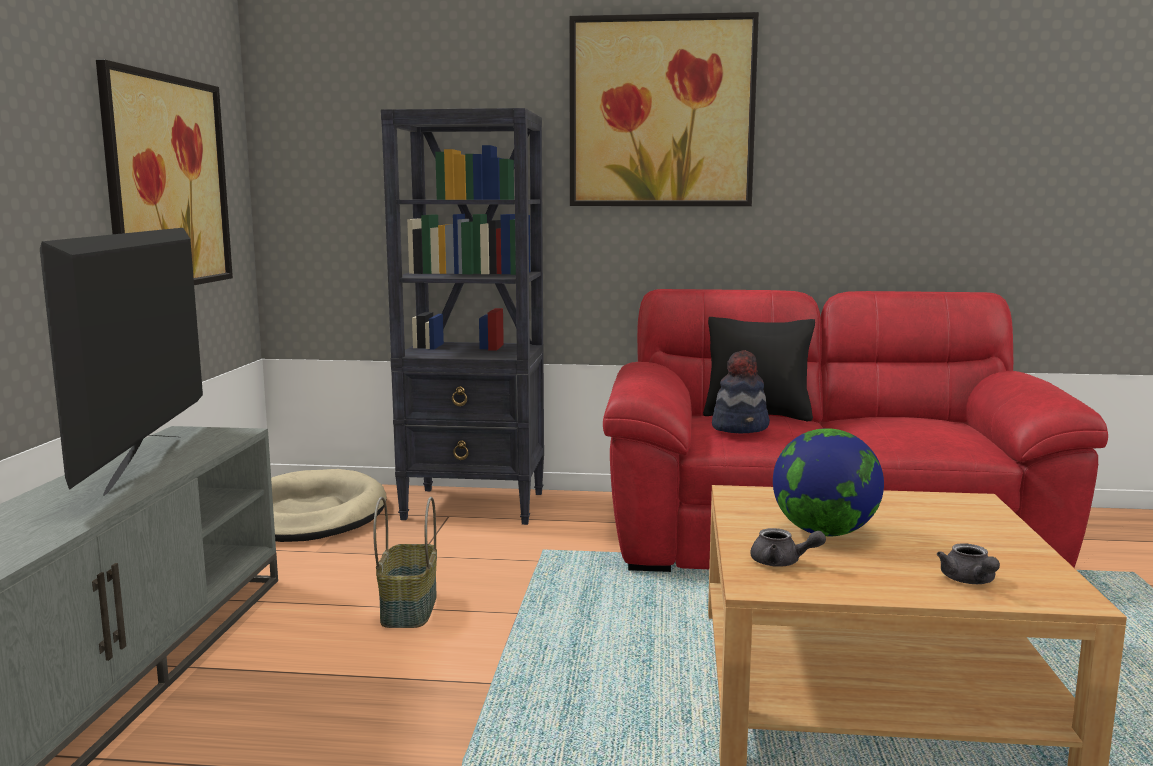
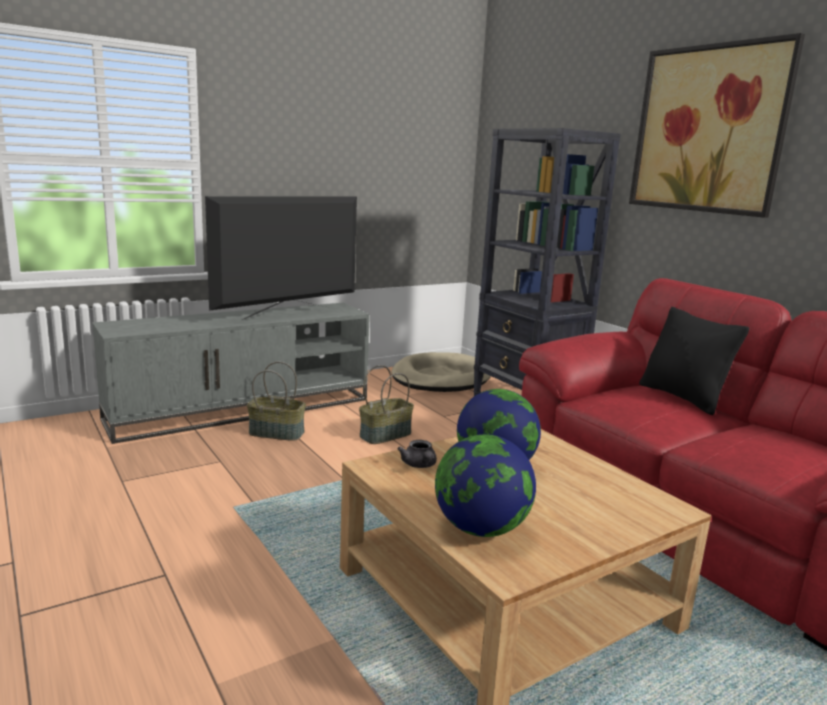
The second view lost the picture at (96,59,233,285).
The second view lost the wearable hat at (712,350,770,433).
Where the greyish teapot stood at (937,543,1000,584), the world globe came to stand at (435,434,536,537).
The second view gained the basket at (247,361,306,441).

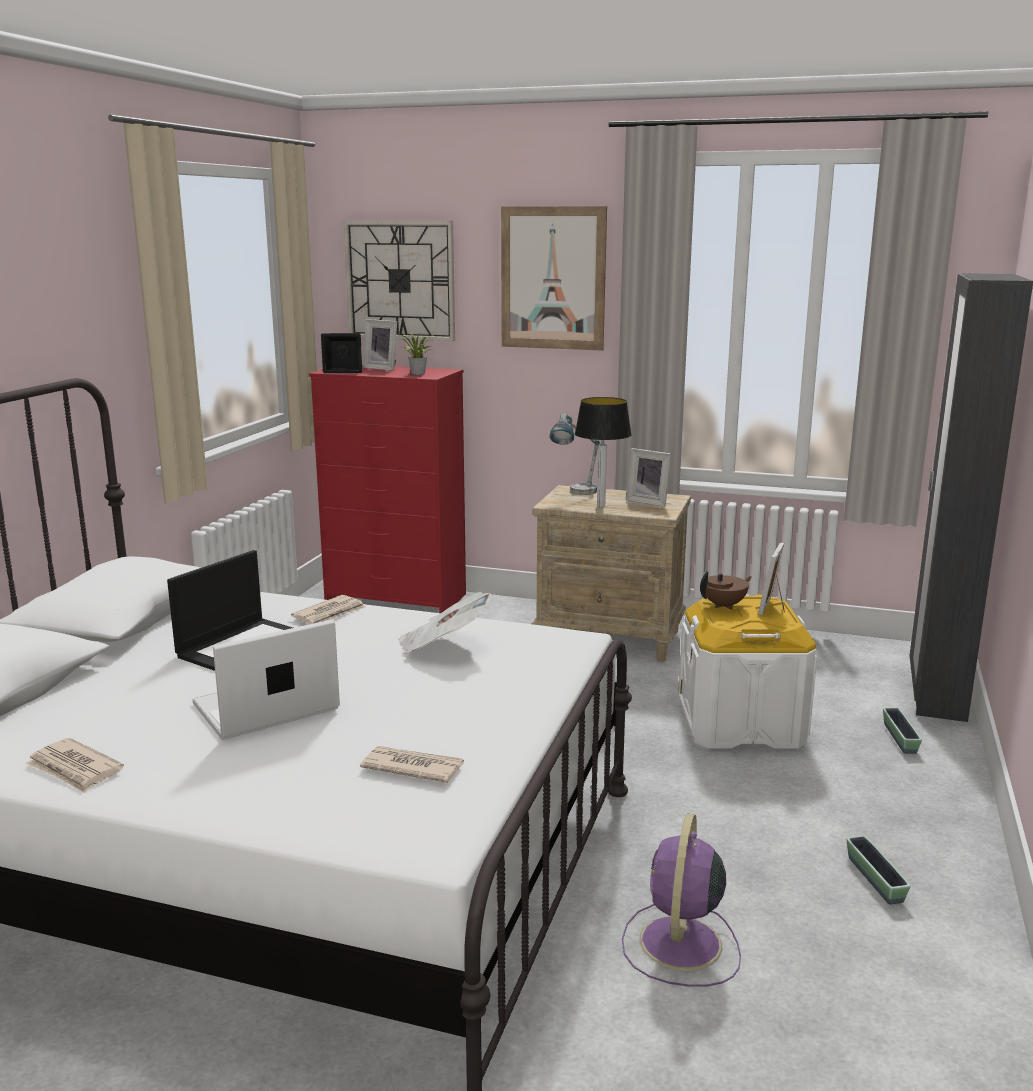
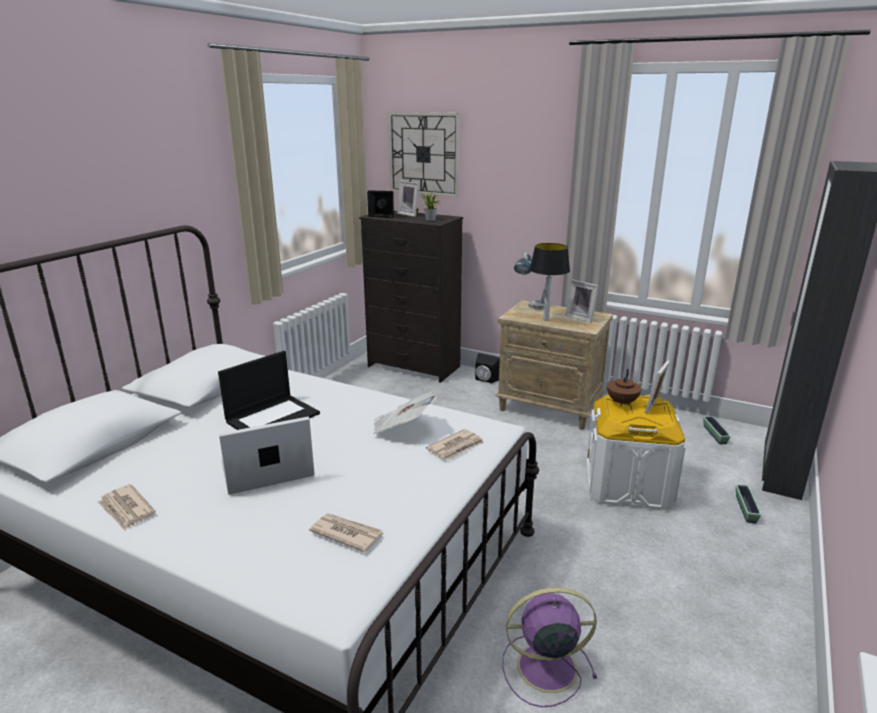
The second view lost the picture at (501,206,607,351).
What was the red-coloured drawer chest at (309,365,466,613) turned into the blackish drawer chest at (359,211,463,383).
The brown teapot at (700,571,752,610) ended up facing another way, 135 degrees clockwise from before.
The newspaper ended up elsewhere, having gone from (291,595,365,624) to (426,429,484,460).
The purplish fan at (622,813,741,987) ended up facing another way, 60 degrees clockwise from before.
The flower pot ended up elsewhere, having gone from (847,836,911,905) to (703,416,731,444).
The second view gained the blackish audio speaker at (475,353,500,384).

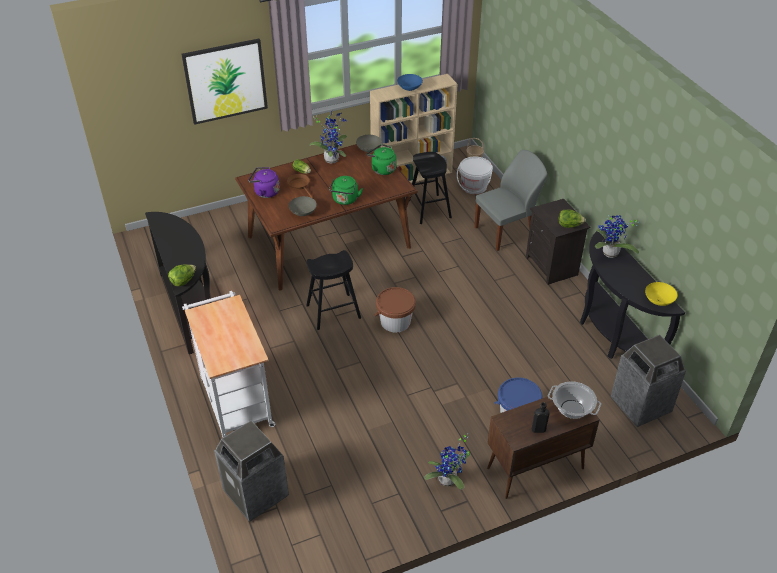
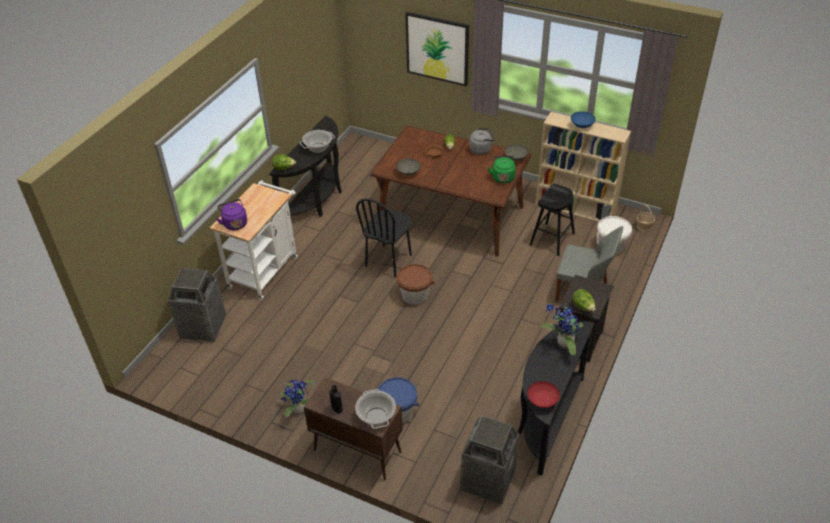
Where the houseplant stood at (309,112,347,163), the greyish kettle came to stand at (470,128,495,155).
The purplish kettle ended up elsewhere, having gone from (248,167,280,198) to (216,199,247,230).
The second view lost the green kettle at (329,176,363,205).
Where the blackish stool stood at (306,250,361,330), the blackish plain chair came to stand at (356,198,412,277).
What was the yellow serving bowl at (645,282,677,306) turned into the red-coloured serving bowl at (527,381,560,408).
The second view gained the cooking pot at (300,130,335,153).

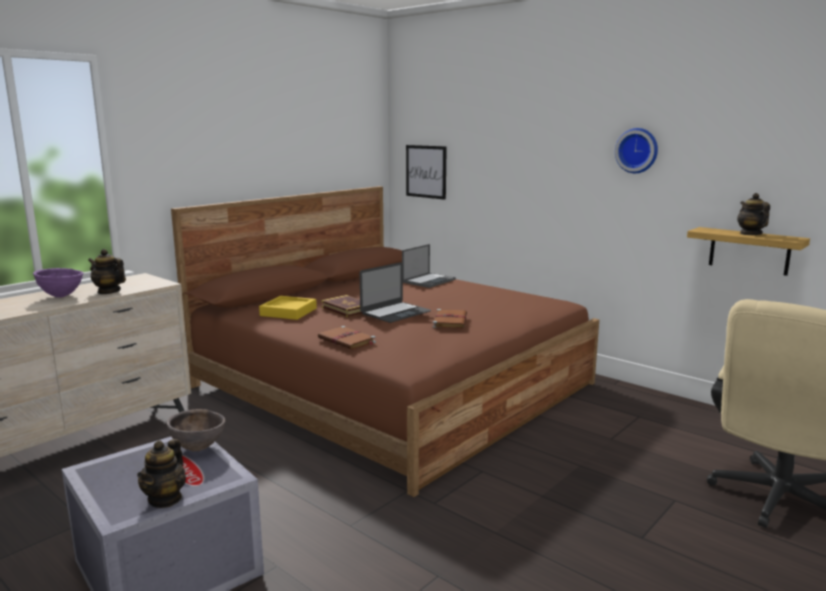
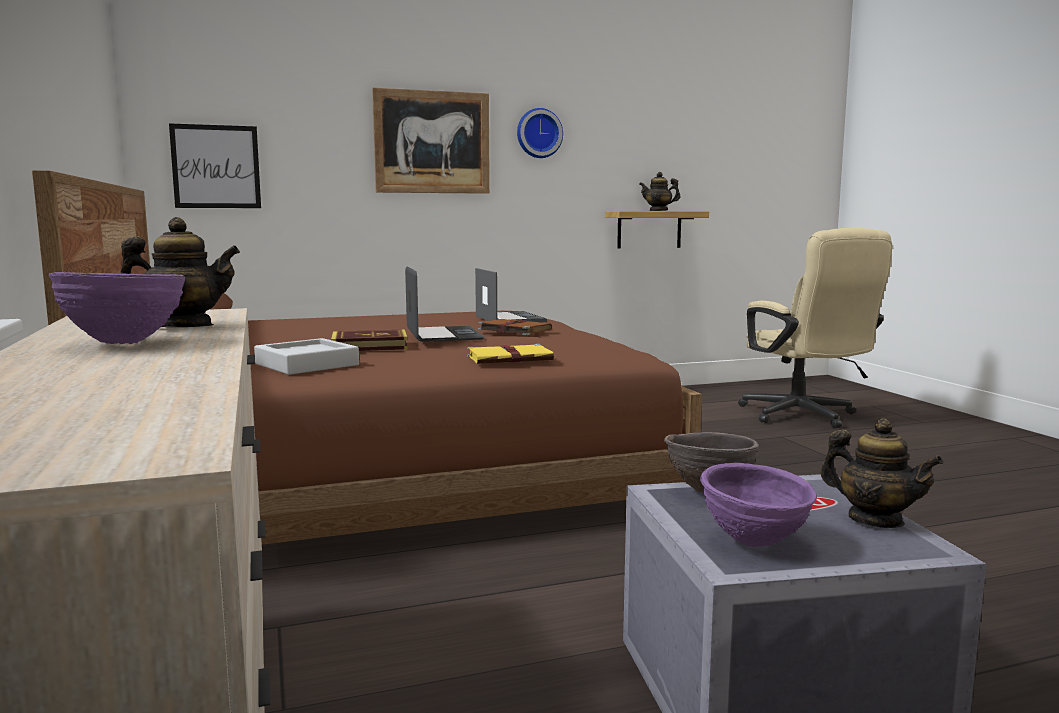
The laptop ended up elsewhere, having gone from (402,244,456,288) to (475,268,547,322).
The teapot at (88,249,126,294) ended up facing another way, 150 degrees counterclockwise from before.
What was the yellow tray at (259,296,317,320) turned into the greyish tray at (254,338,359,375).
What was the brown book at (318,326,376,349) turned into the yellow book at (467,344,554,364).
The second view gained the picture at (372,88,490,194).
The second view gained the purplish serving bowl at (700,463,817,547).

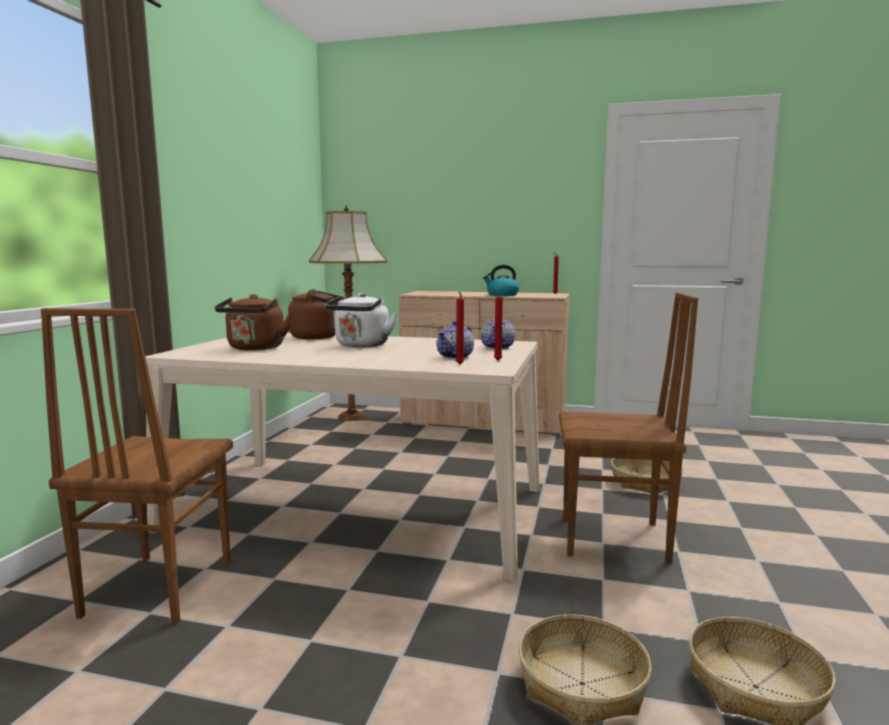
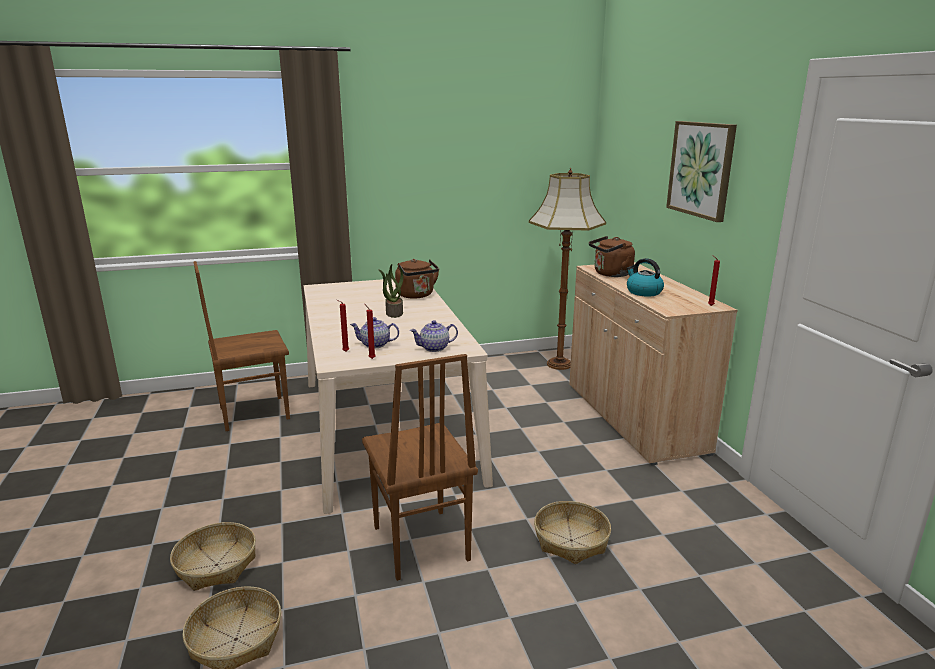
Where the white-coloured kettle stood at (325,293,397,347), the houseplant came to stand at (378,264,403,318).
The brown kettle ended up elsewhere, having gone from (215,294,293,351) to (589,236,635,277).
The second view gained the picture at (666,121,737,222).

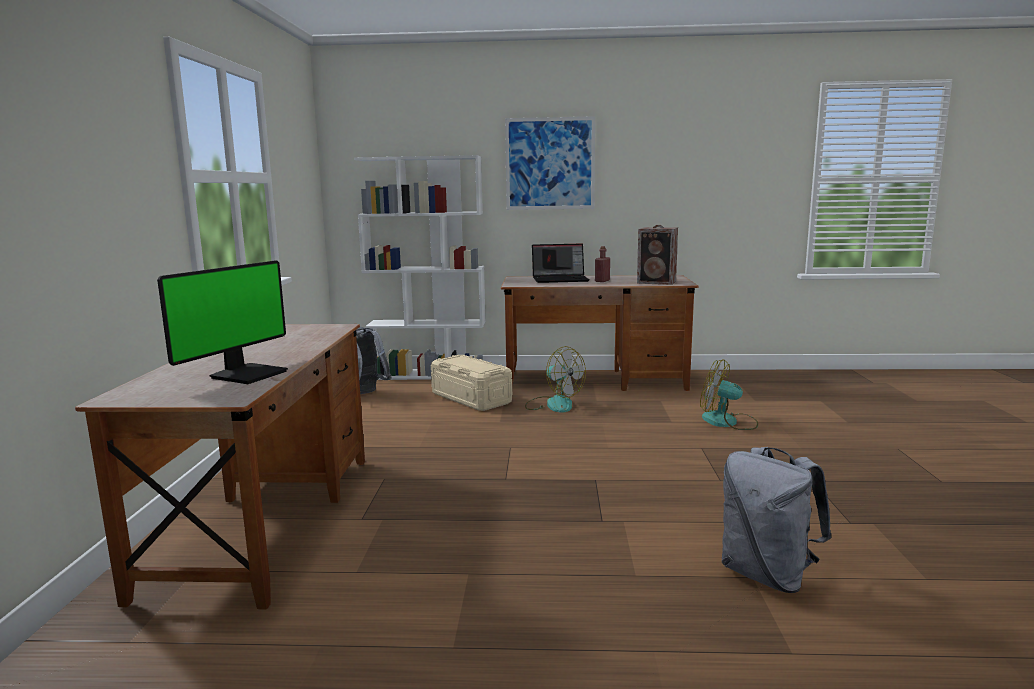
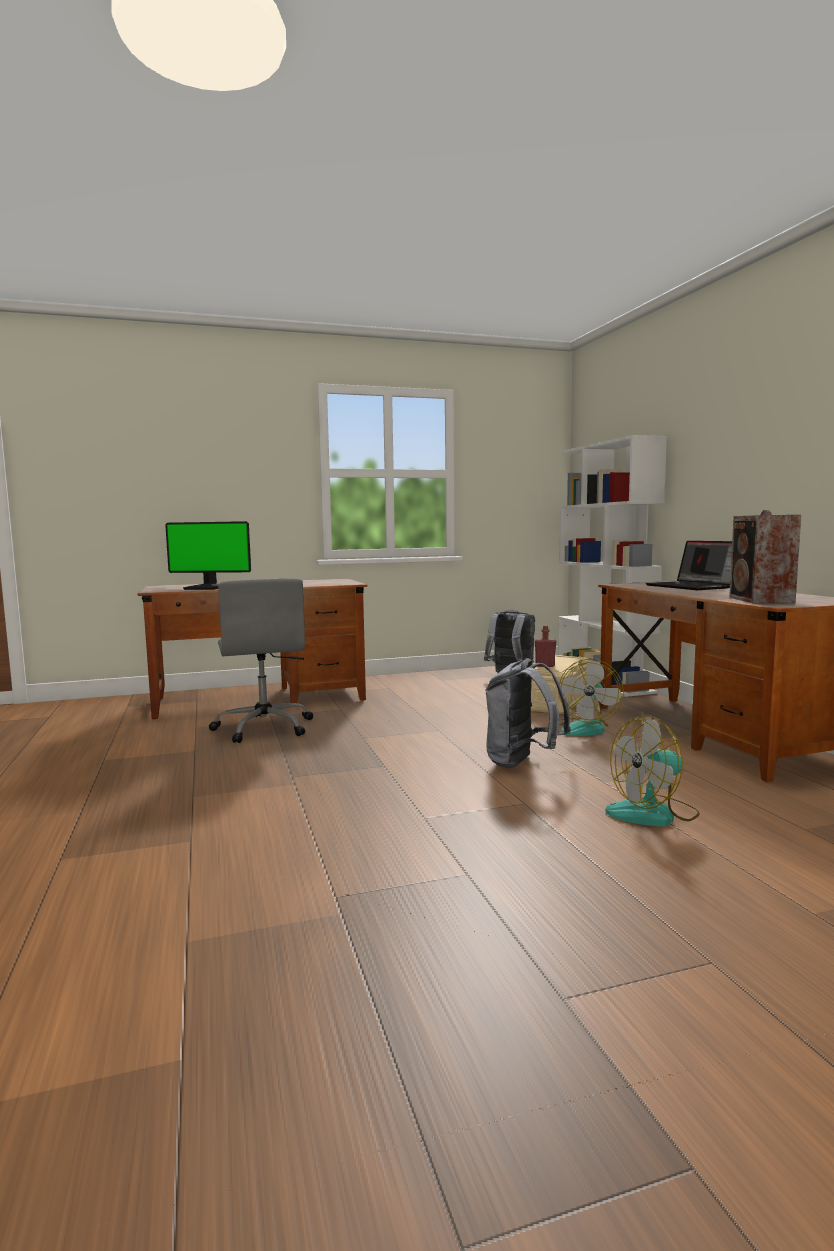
The second view lost the picture at (505,116,595,210).
The red-coloured drink bottle ended up elsewhere, having gone from (595,246,610,282) to (535,626,556,667).
The fan at (700,359,758,430) ended up facing another way, 120 degrees counterclockwise from before.
The greyish knapsack ended up elsewhere, having gone from (721,447,831,593) to (485,658,571,768).
The second view gained the greyish office chair at (209,579,313,743).

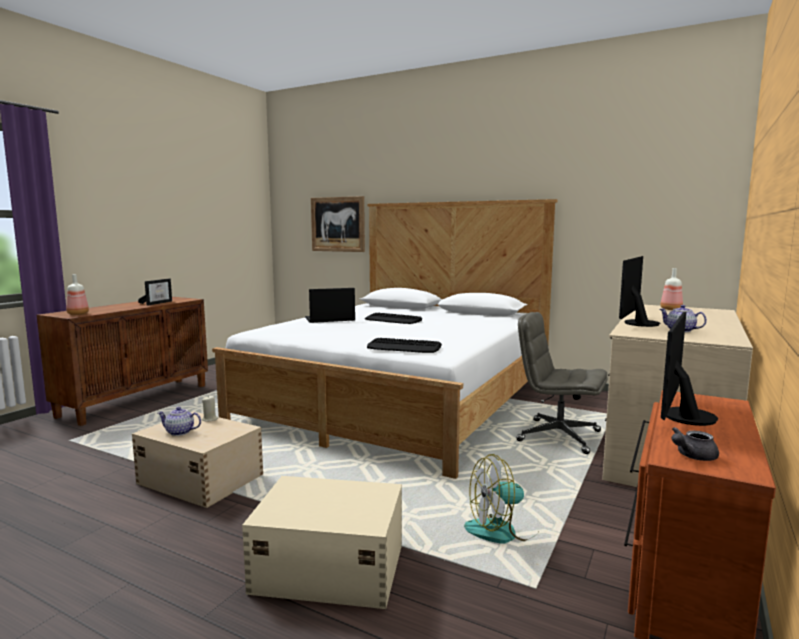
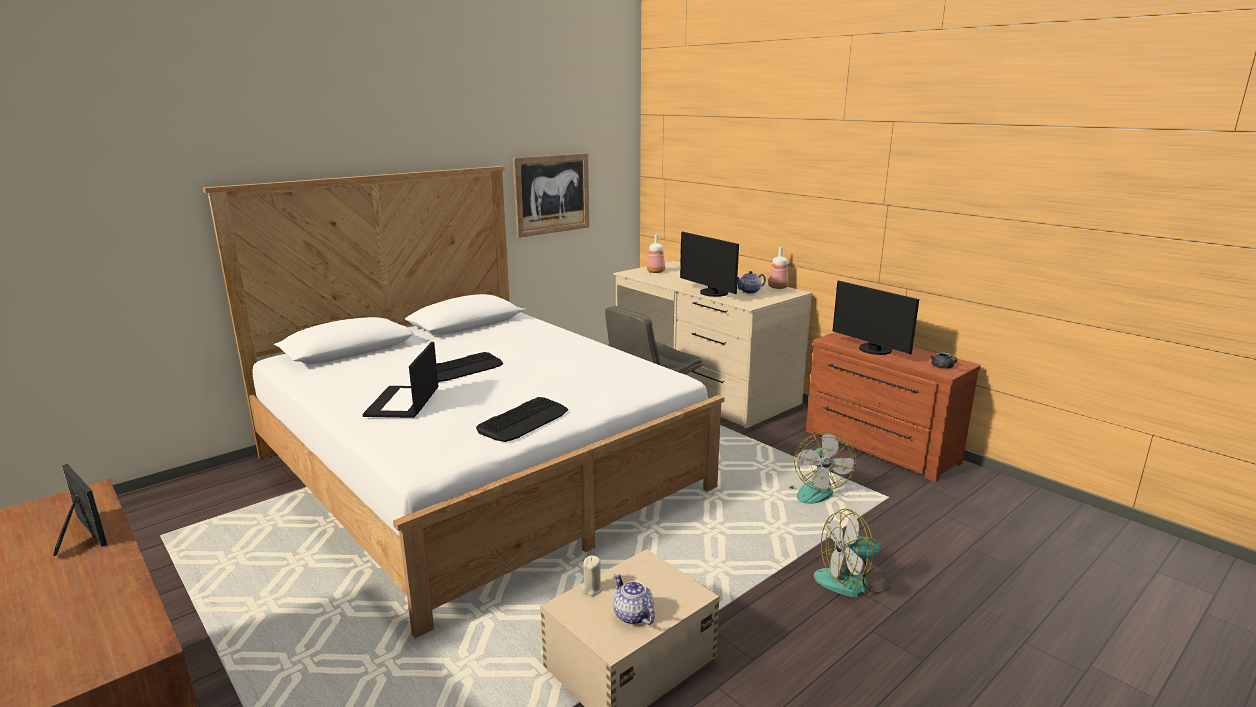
The picture ended up elsewhere, having gone from (311,196,365,252) to (513,153,589,238).
The drink bottle ended up elsewhere, having gone from (66,274,89,315) to (768,247,789,289).
The computer keyboard ended up elsewhere, having gone from (367,338,442,353) to (476,397,568,442).
The teapot at (158,407,201,436) ended up facing another way, 120 degrees clockwise from before.
Where the beige storage box stood at (242,476,402,609), the fan came to stand at (814,508,892,597).

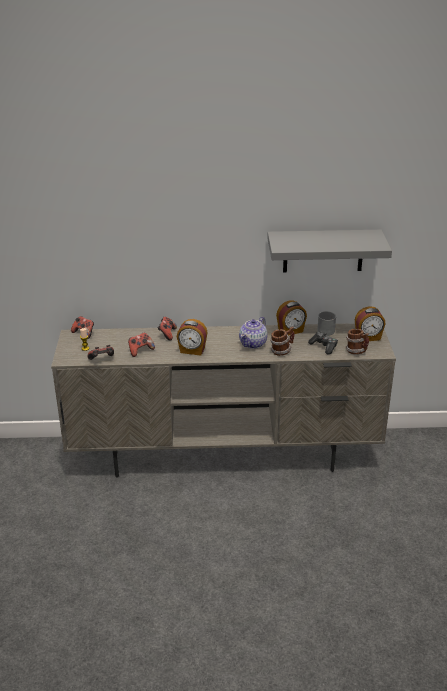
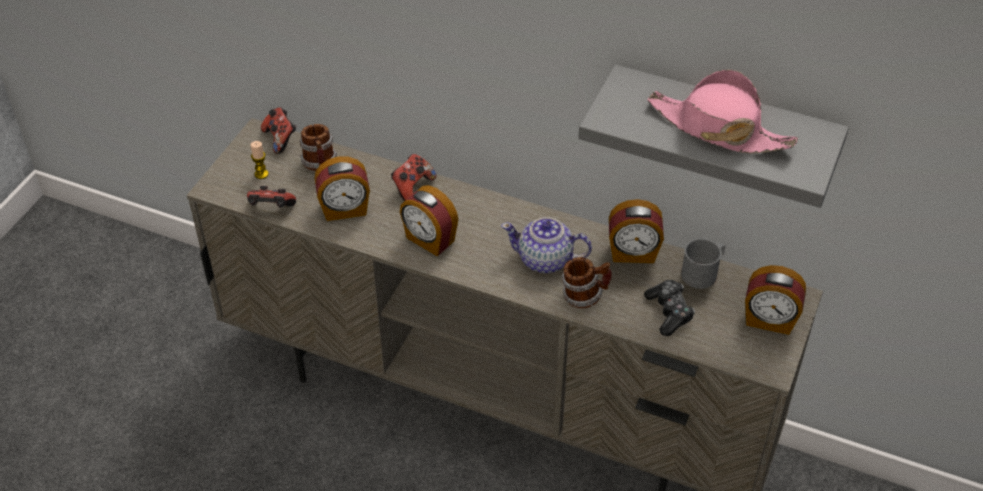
The teapot at (239,317,268,349) ended up facing another way, 45 degrees clockwise from before.
The tea mug ended up elsewhere, having gone from (346,329,369,354) to (299,124,337,171).
Where the game controller stood at (128,333,155,357), the table clock came to stand at (314,156,370,221).
The second view gained the pink wearable hat at (647,69,798,154).

